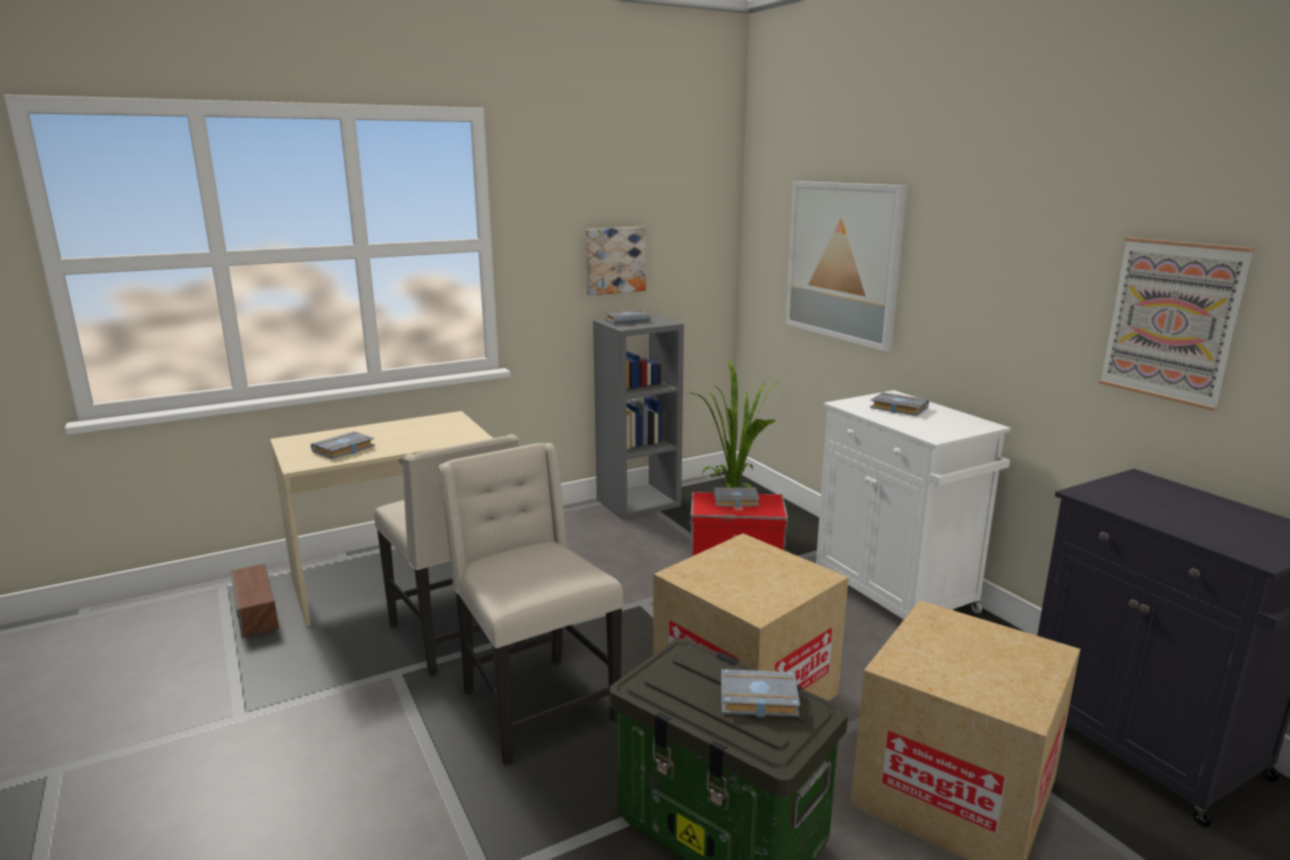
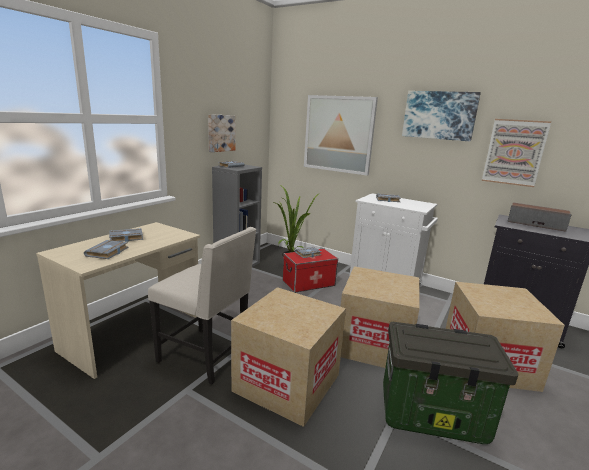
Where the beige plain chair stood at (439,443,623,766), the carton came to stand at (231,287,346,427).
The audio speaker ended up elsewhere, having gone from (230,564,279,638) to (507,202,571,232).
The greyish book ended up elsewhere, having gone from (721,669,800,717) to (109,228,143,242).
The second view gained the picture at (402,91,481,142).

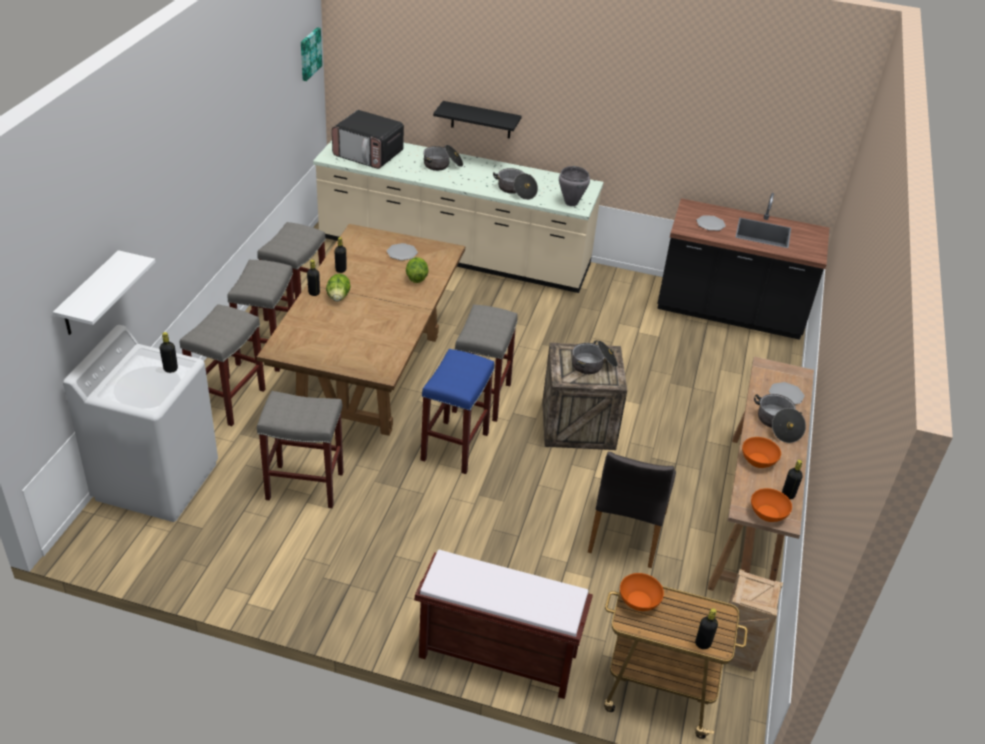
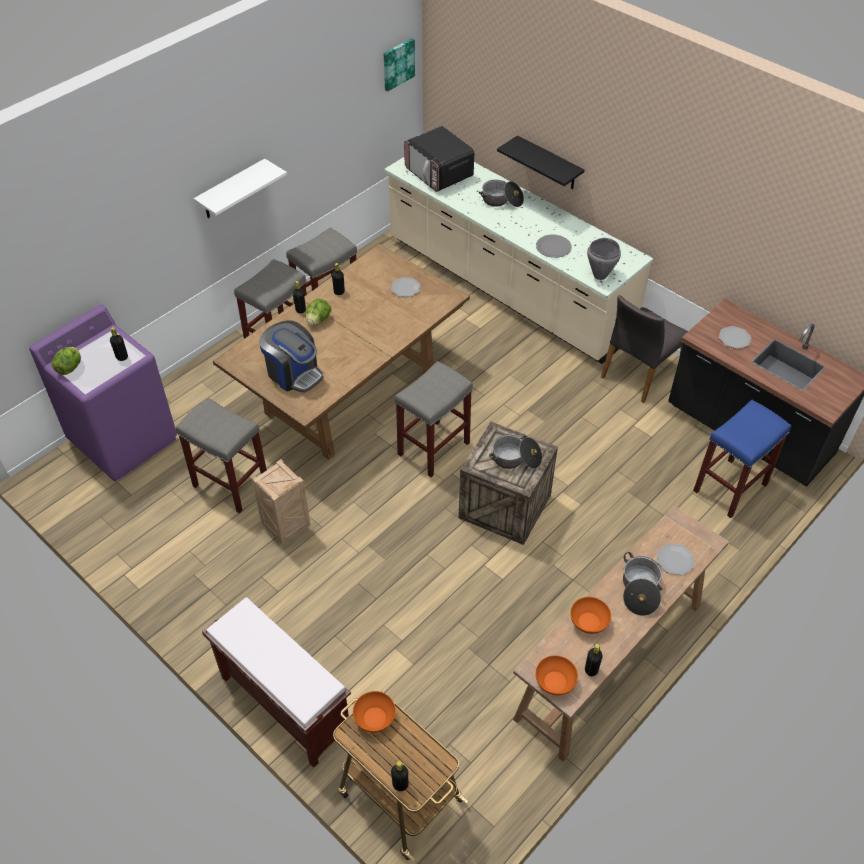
Where the cooking pot stood at (493,168,538,200), the greyish plate came to stand at (536,235,572,258).
The white-coloured shelf ended up elsewhere, having gone from (53,250,155,335) to (194,159,287,218).
The lettuce head ended up elsewhere, having gone from (406,257,429,283) to (52,347,81,375).
The second view lost the greyish stool at (180,304,266,426).
What was the white-coloured laundry appliance at (63,325,218,522) turned into the purplish laundry appliance at (29,305,177,481).
The blue-coloured stool ended up elsewhere, having gone from (421,349,494,474) to (693,400,791,518).
The greyish plain chair ended up elsewhere, having gone from (588,452,676,568) to (601,295,688,403).
The packing crate ended up elsewhere, having gone from (728,569,783,672) to (252,459,310,545).
The second view gained the coffee brewer at (259,320,324,392).

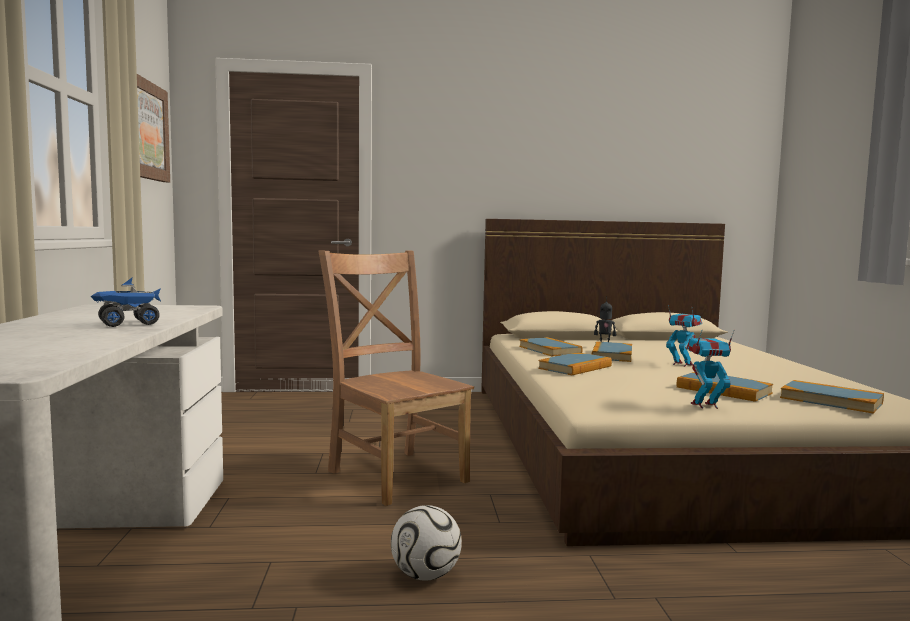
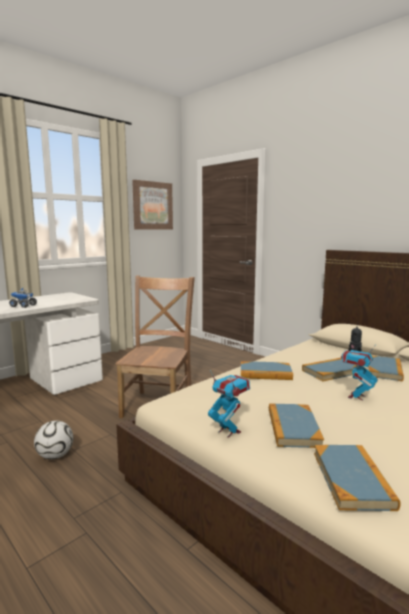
The robot figure at (666,305,702,367) ended up facing another way, 150 degrees counterclockwise from before.
The book ended up elsewhere, having gone from (519,337,583,356) to (368,356,404,381).

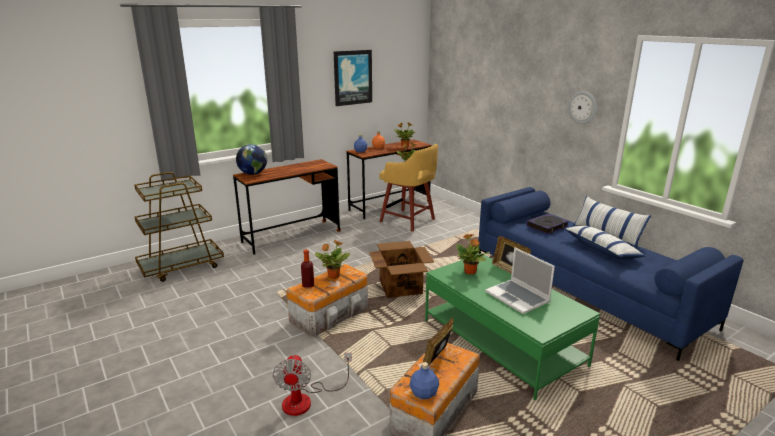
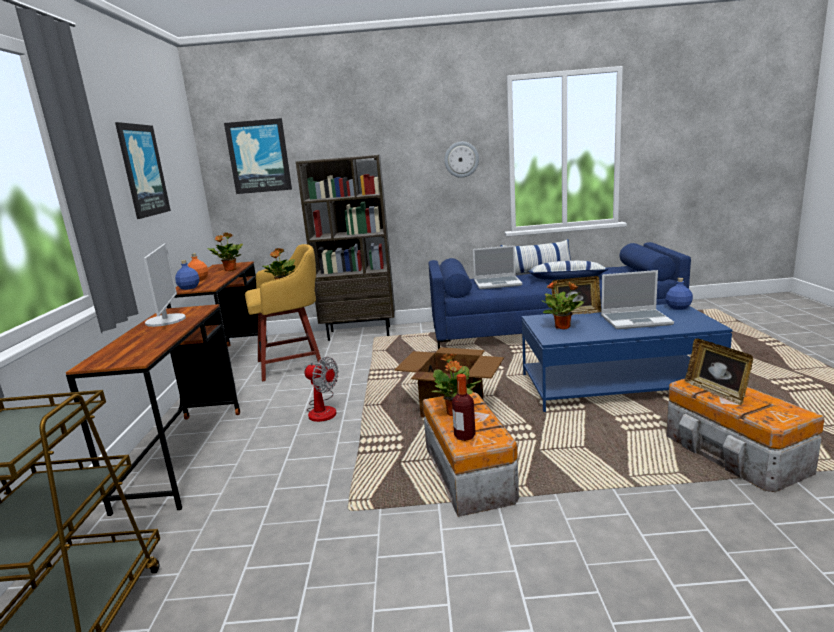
The second view lost the world globe at (236,144,267,175).
Where the book stood at (526,214,569,234), the laptop came to stand at (473,245,522,289).
What was the green lounge table at (425,253,600,400) turned into the blue-coloured lounge table at (522,304,733,412).
The fan ended up elsewhere, having gone from (273,353,352,416) to (304,357,339,422).
The blue-coloured drink bottle ended up elsewhere, having gone from (410,362,439,399) to (666,278,693,310).
The second view gained the picture at (224,118,292,194).
The second view gained the brown bookshelf at (296,154,395,341).
The second view gained the monitor at (144,243,186,327).

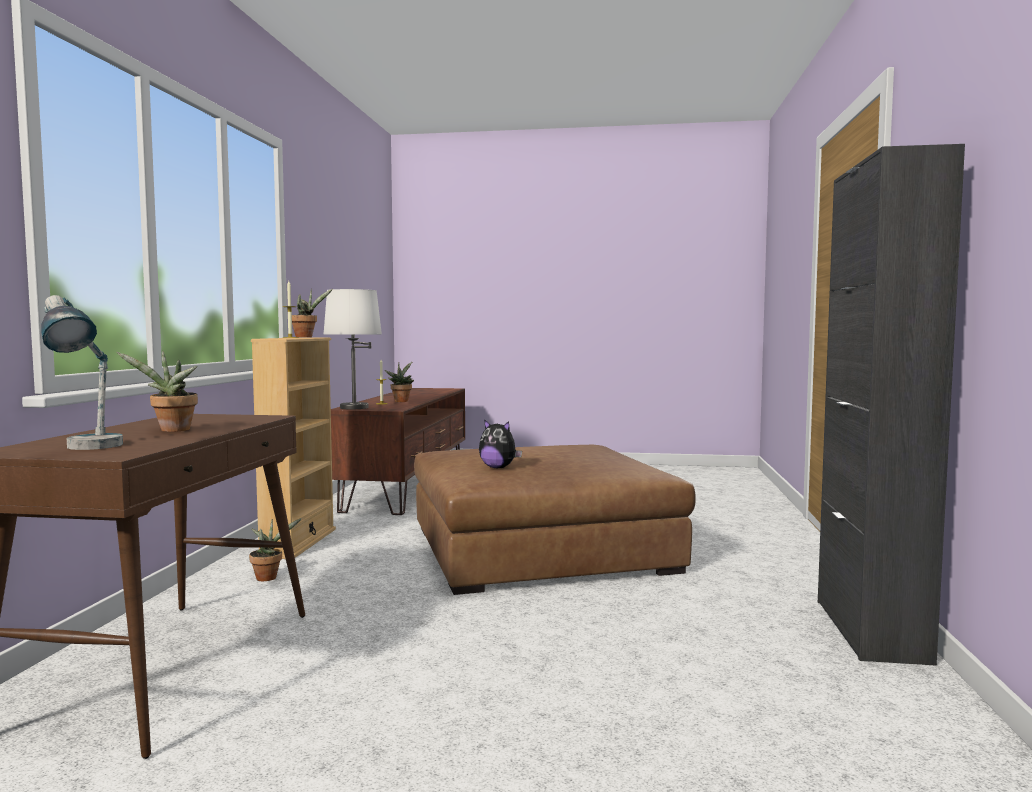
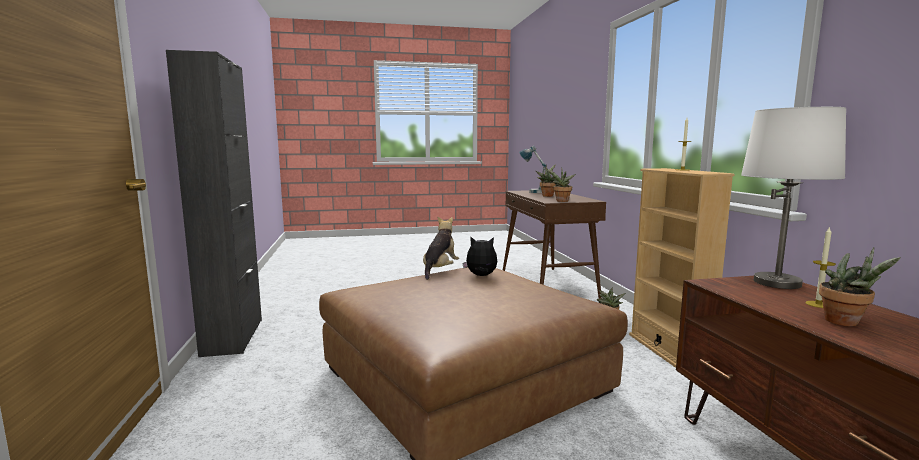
The houseplant ended up elsewhere, having gone from (292,289,333,337) to (545,168,576,202).
The second view gained the soft toy at (423,217,459,280).

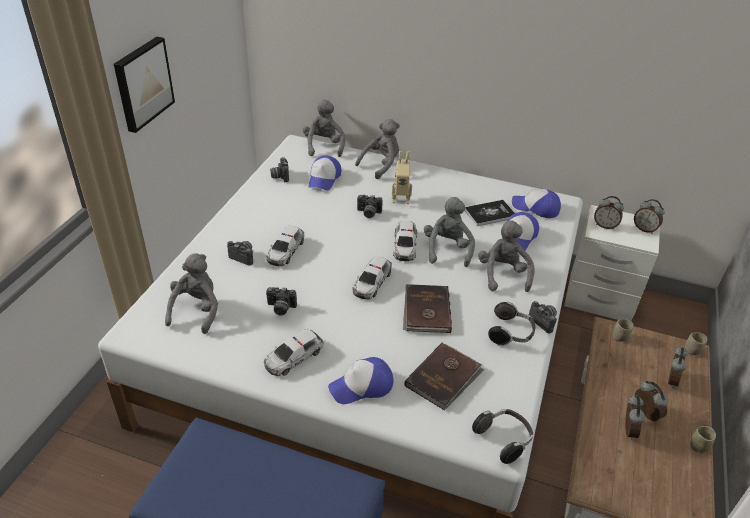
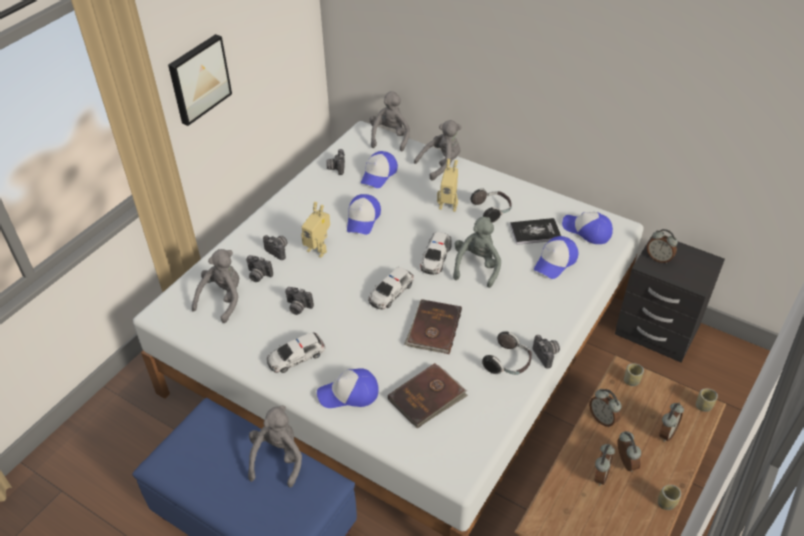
The photo camera ended up elsewhere, having gone from (357,195,383,218) to (246,255,273,282).
The table clock ended up elsewhere, having gone from (634,199,665,234) to (589,389,622,427).
What was the white-coloured nightstand at (564,205,660,321) turned into the blackish nightstand at (615,234,725,363).
The greyish soft toy ended up elsewhere, having gone from (478,220,534,292) to (248,405,302,488).
Where the toy car stood at (266,226,304,266), the robot figure came to stand at (301,202,330,258).
The headphones ended up elsewhere, having gone from (472,409,533,464) to (471,188,512,223).
The second view gained the baseball cap at (347,194,381,235).

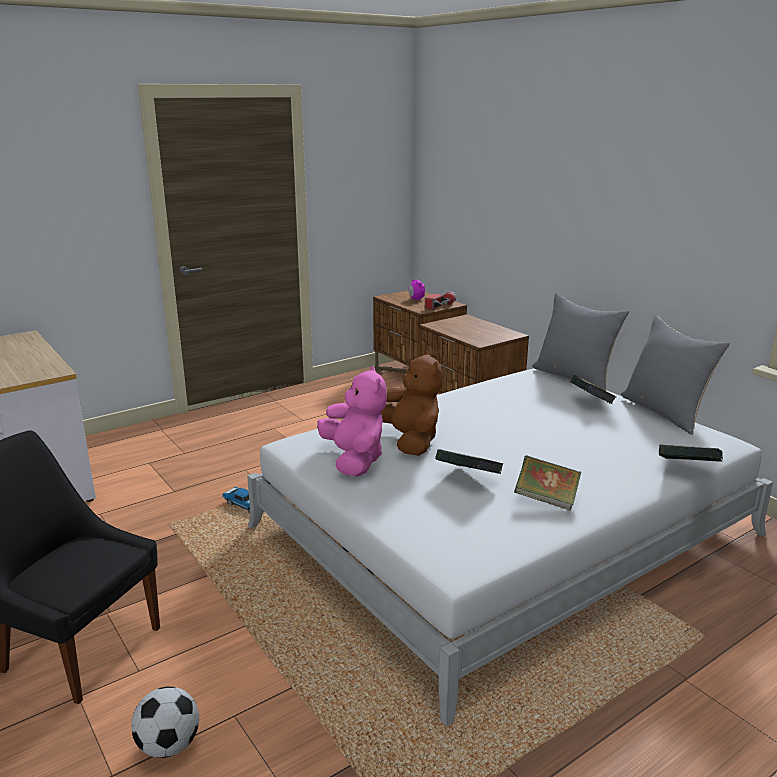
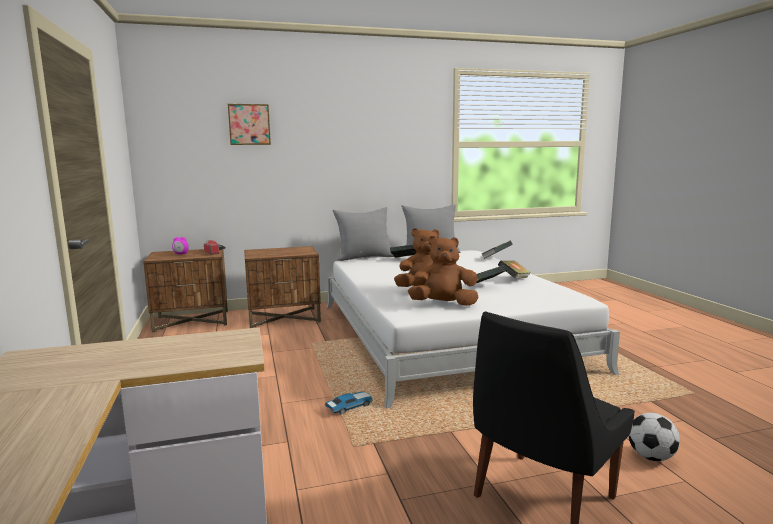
What was the pink soft toy at (317,366,387,477) turned into the brown soft toy at (408,236,478,306).
The second view gained the picture at (228,104,271,145).

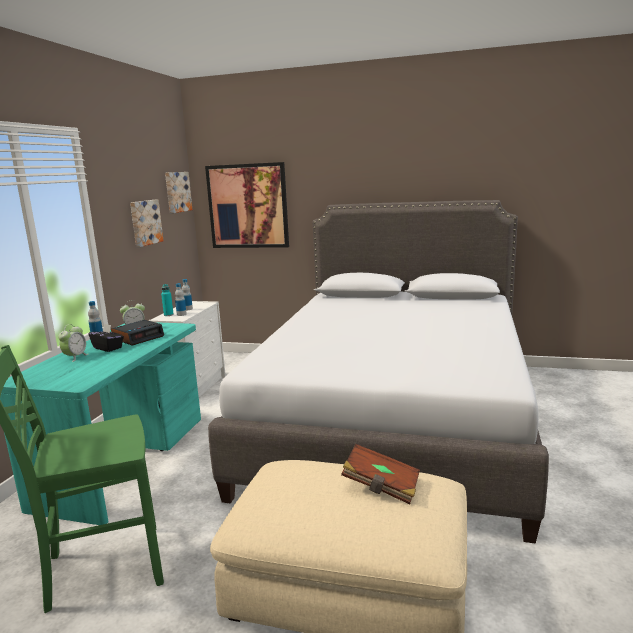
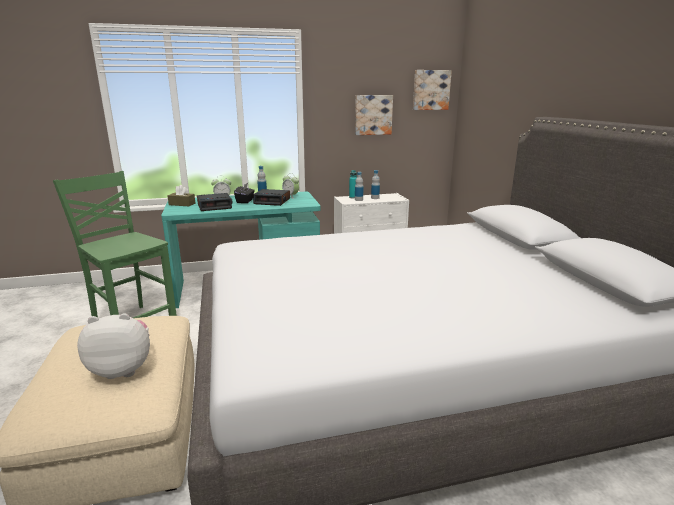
The second view lost the picture at (205,162,289,248).
Where the brown book stood at (341,443,420,504), the soft toy came to stand at (77,313,150,379).
The second view gained the brown tissue holder at (167,185,195,206).
The second view gained the table clock at (197,193,232,211).

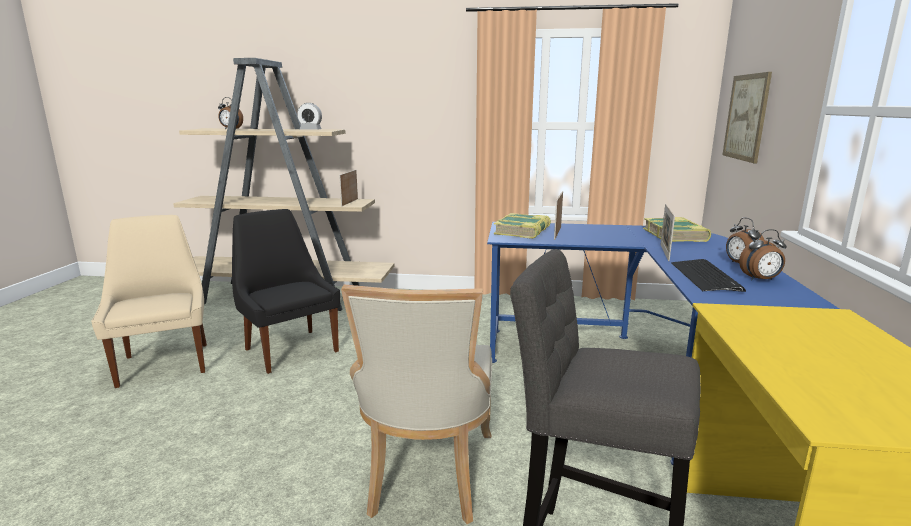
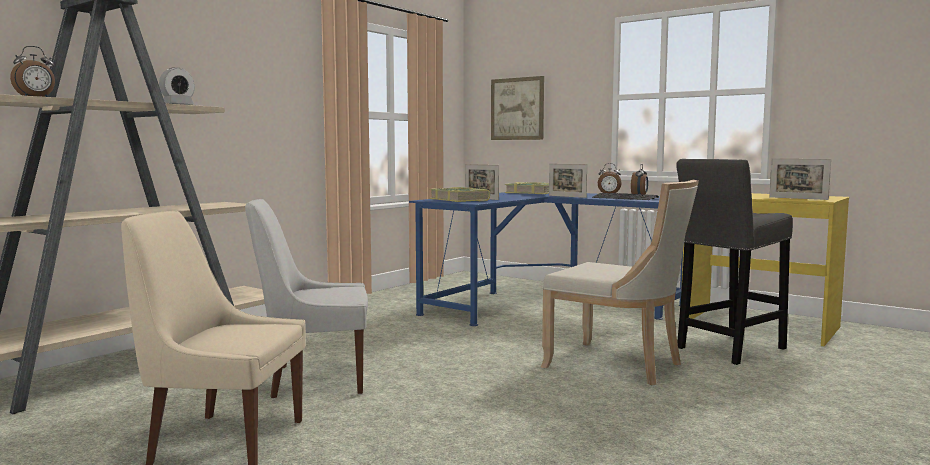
The standing frame ended up elsewhere, having gone from (339,170,358,206) to (769,158,831,200).
What was the blackish plain chair at (232,209,340,374) turned into the white-coloured plain chair at (245,199,368,398).

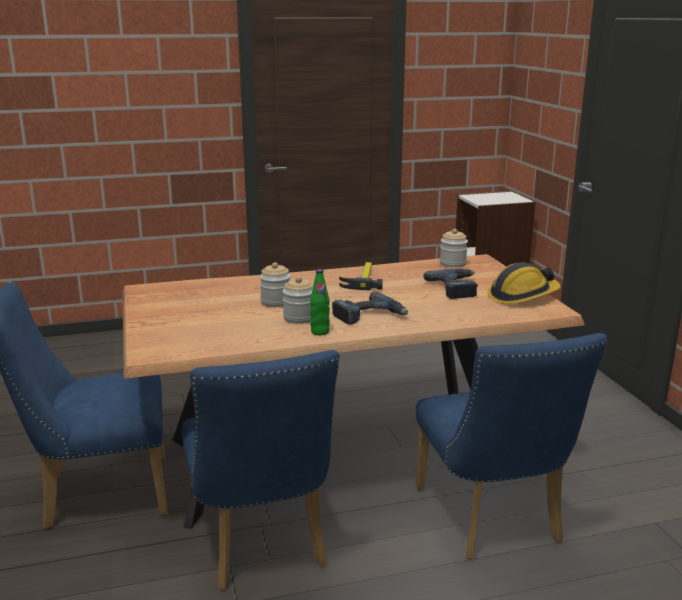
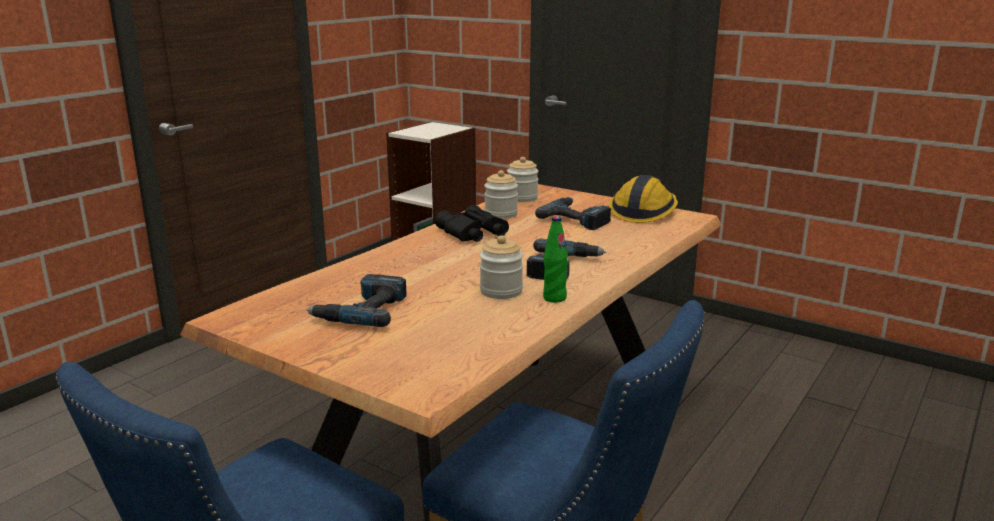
The preserve jar ended up elsewhere, having gone from (260,262,291,307) to (484,170,518,219).
Where the hand hammer stood at (339,262,383,290), the blackish field glasses came to stand at (435,205,509,242).
The second view lost the blue-coloured plain chair at (416,333,607,559).
The second view gained the power drill at (306,274,407,327).

